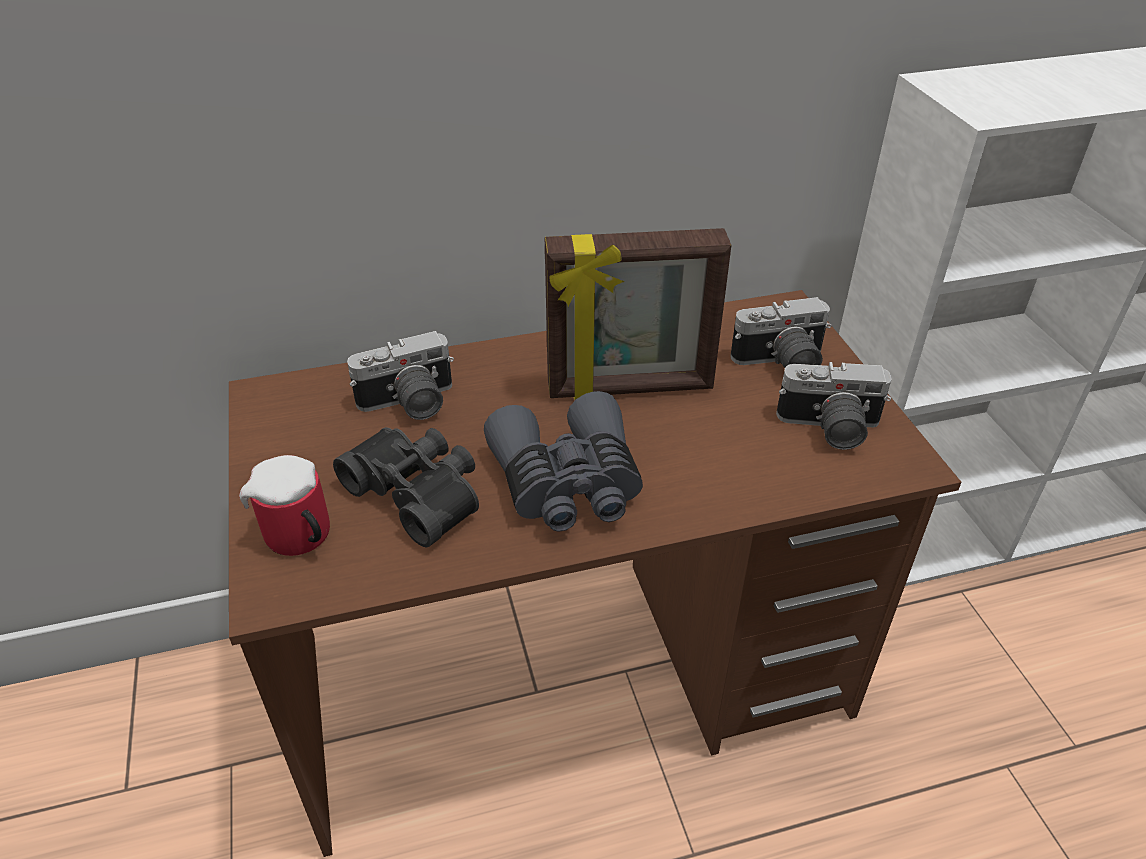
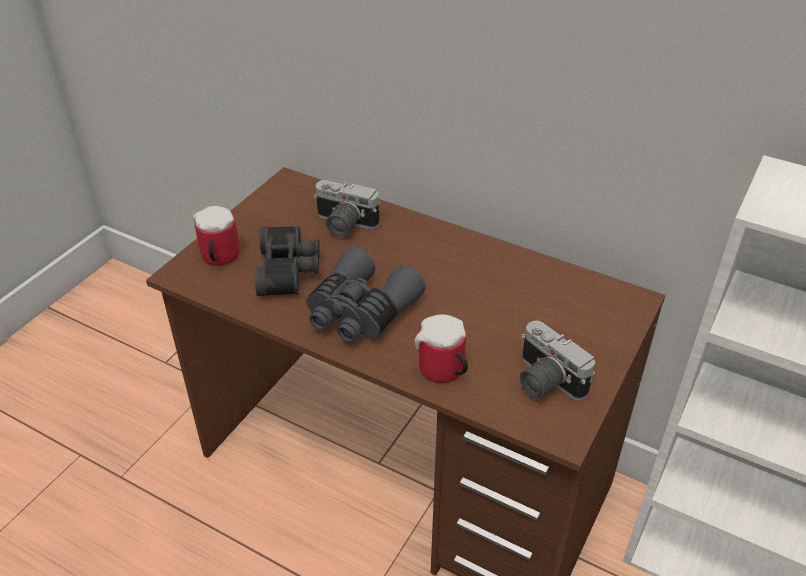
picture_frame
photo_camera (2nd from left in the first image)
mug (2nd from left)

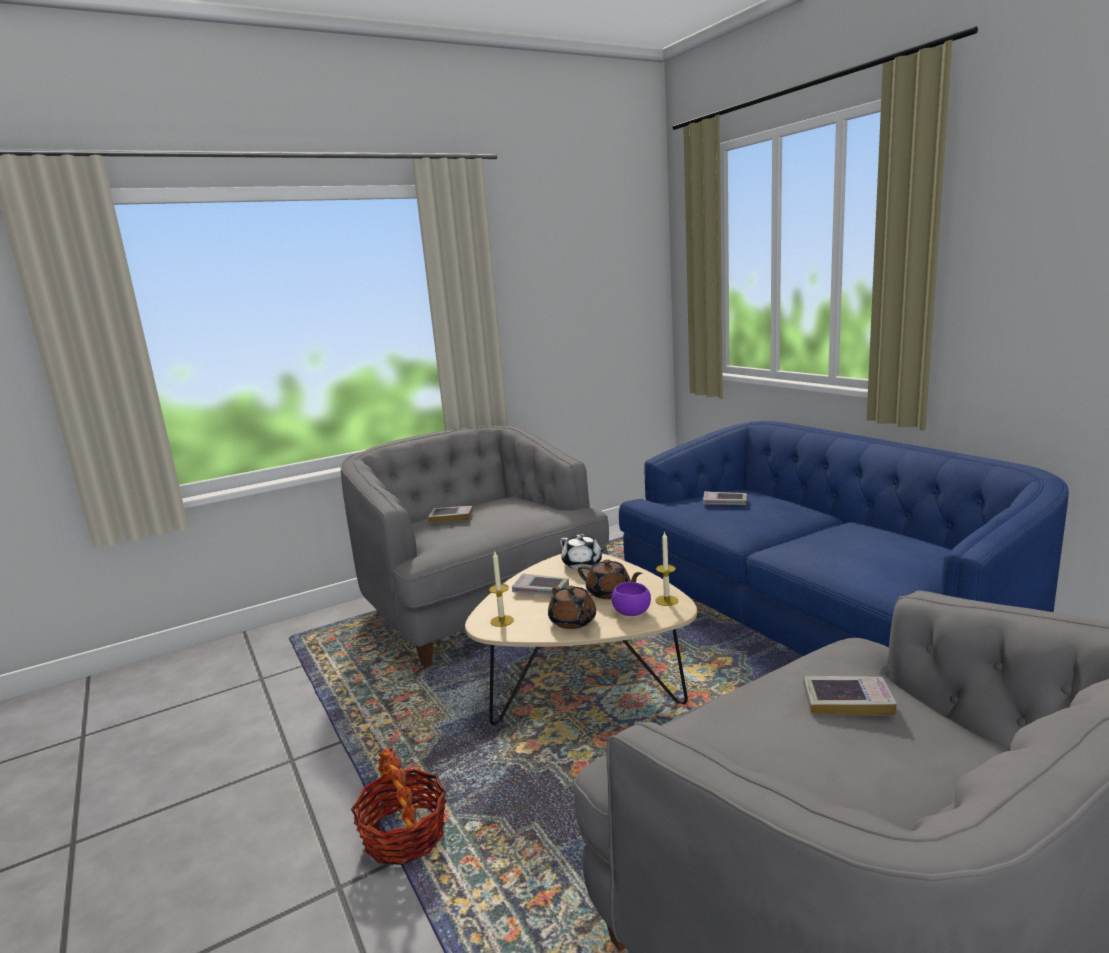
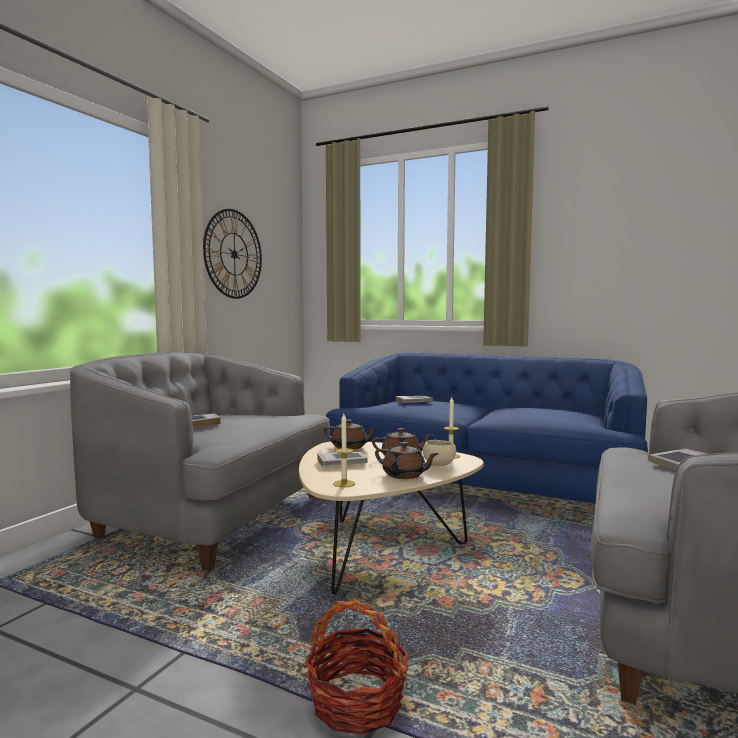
brown_teapot (1st from left)
beige_bowl
wall_clock

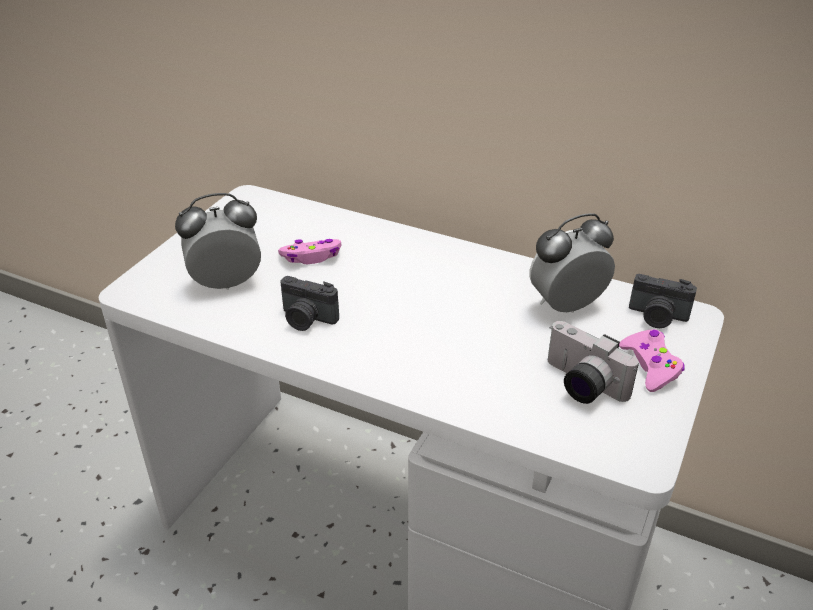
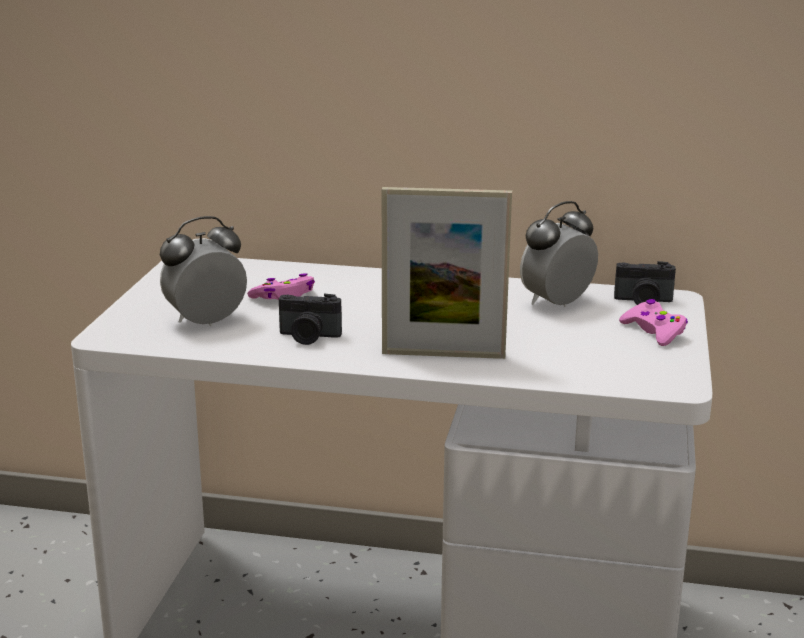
photo_camera (2nd from left in the first image)
picture_frame

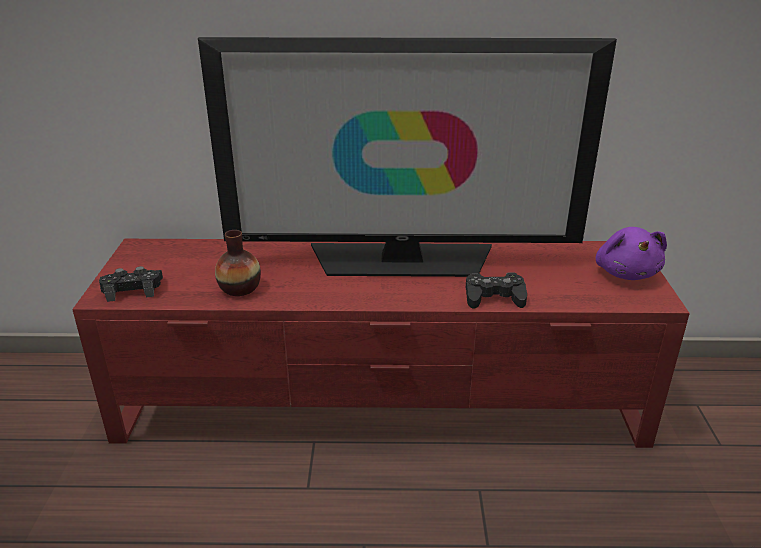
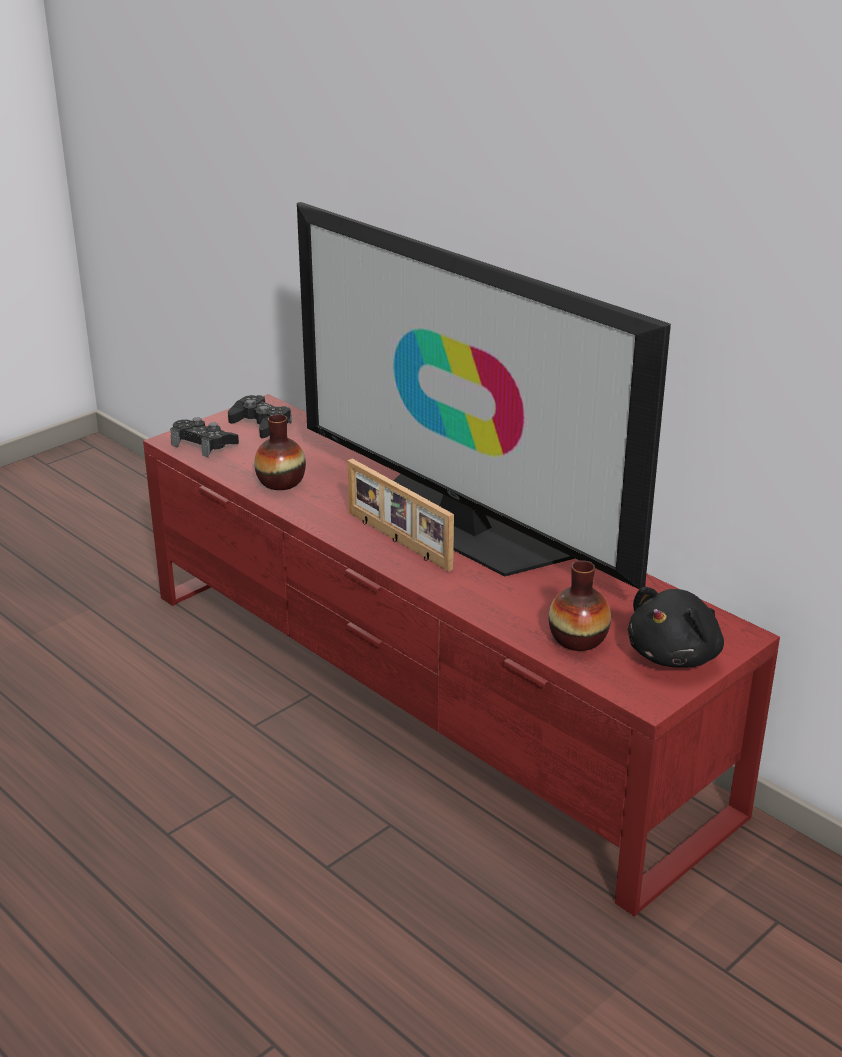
black_game_controller (2nd from left)
black_plush_toy
picture_frame
vase (2nd from left)

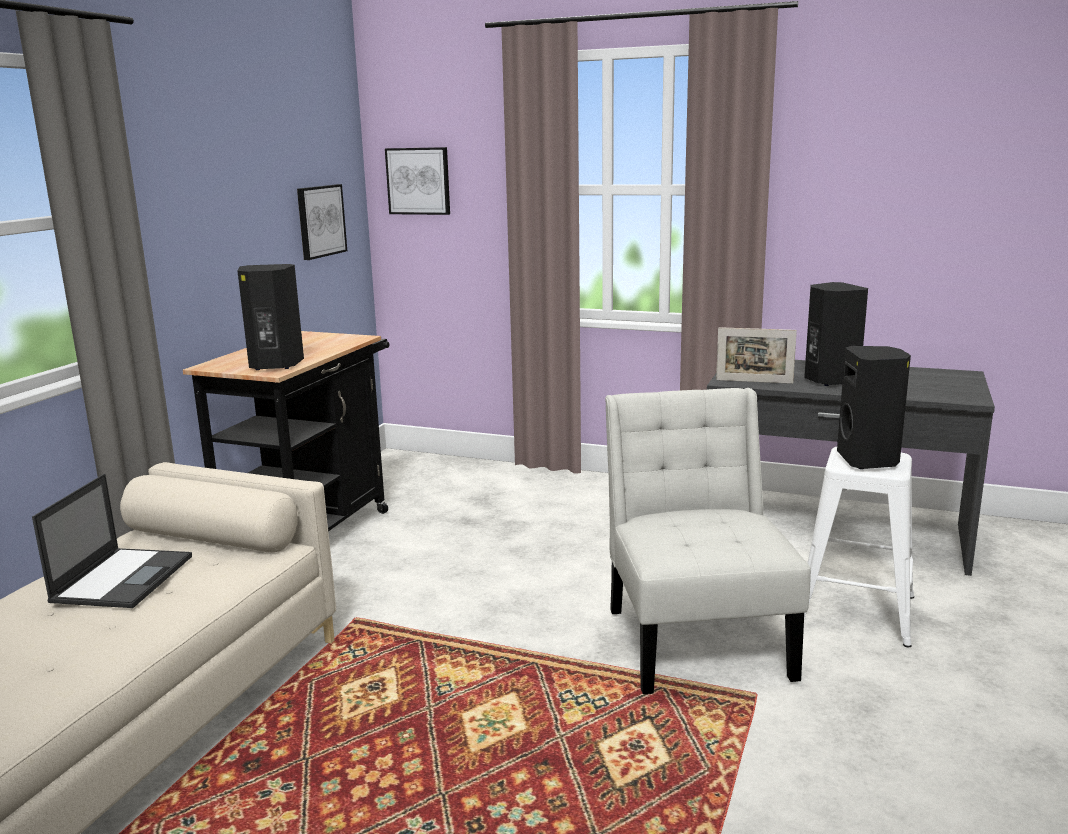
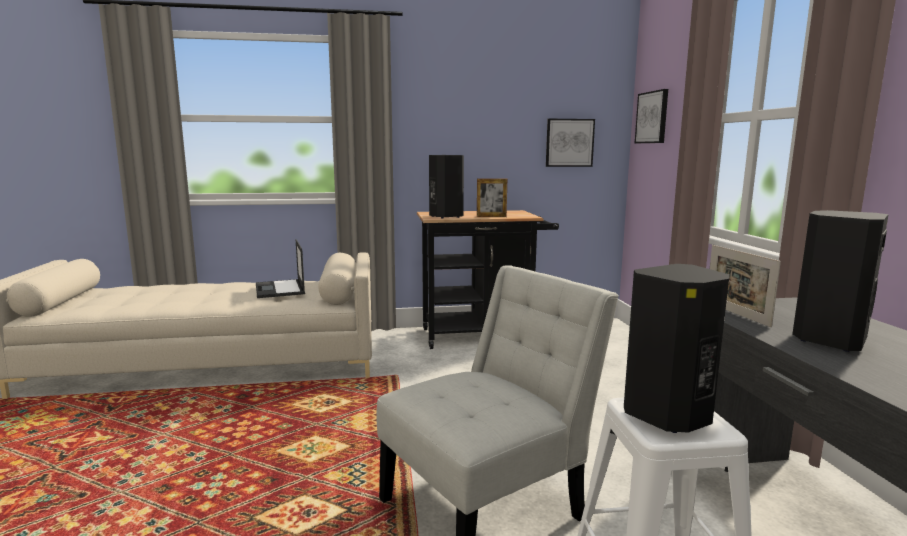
laptop
picture_frame (1st from left)

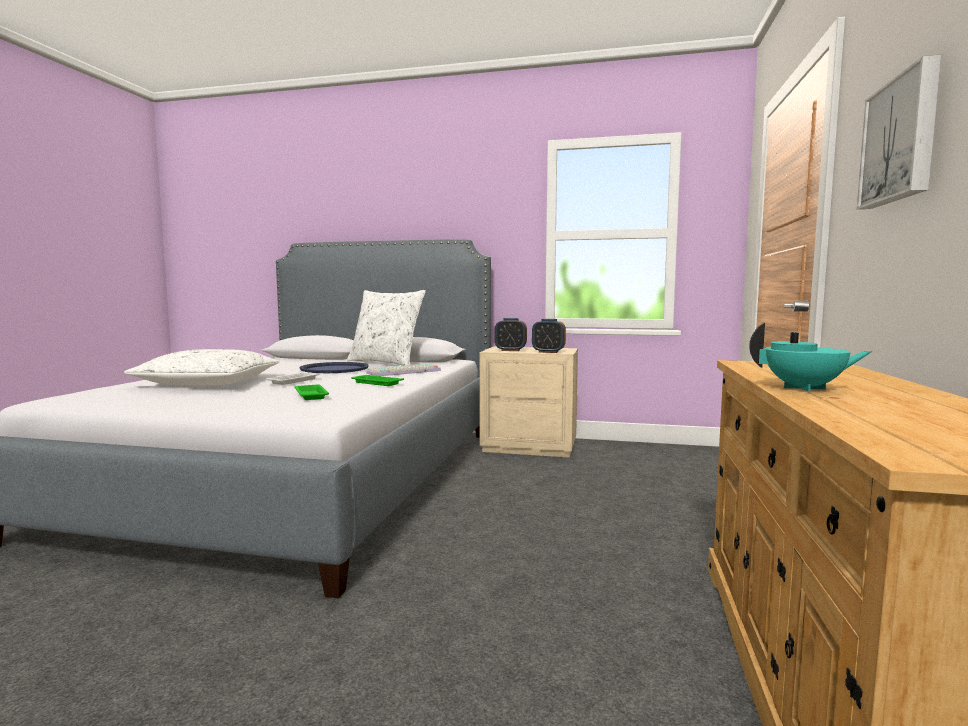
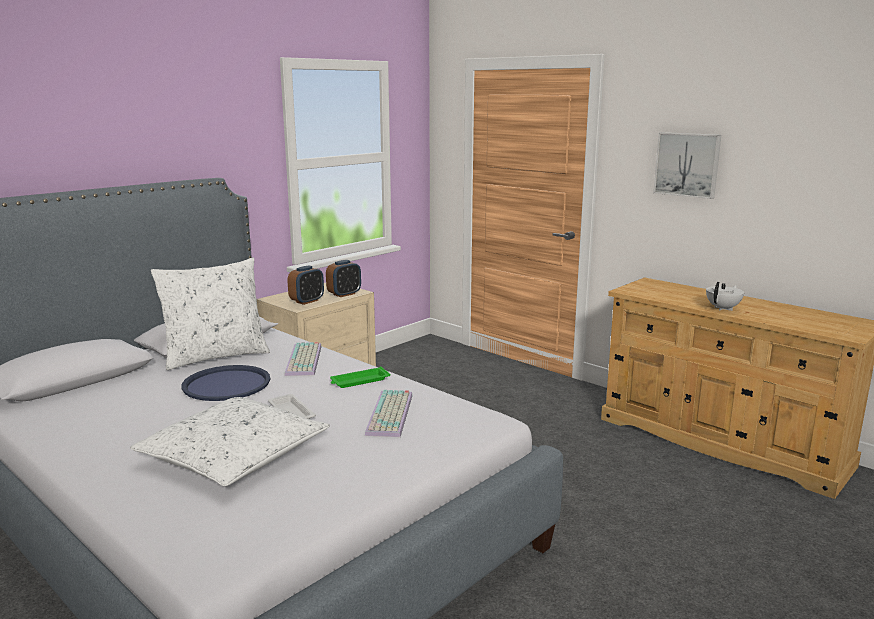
keyboard (2nd from left)
white_teapot

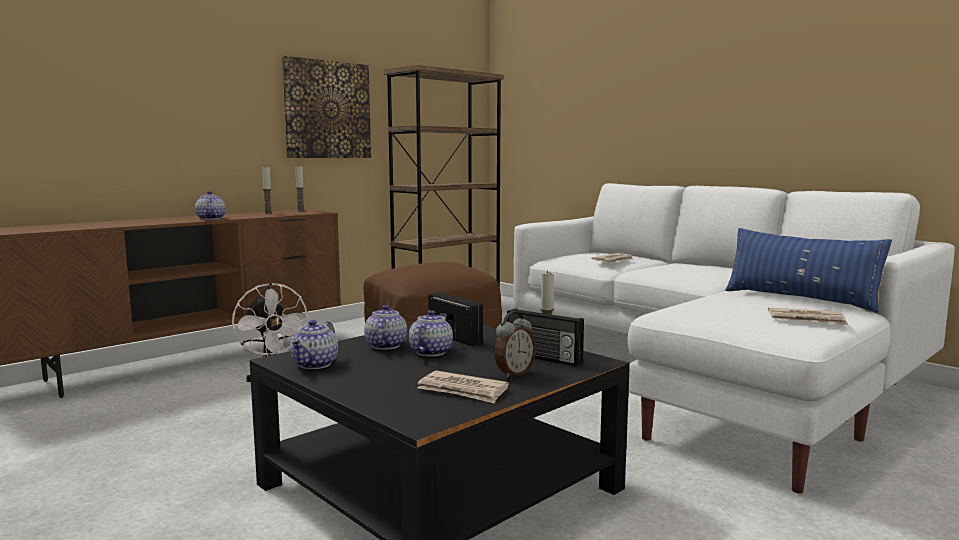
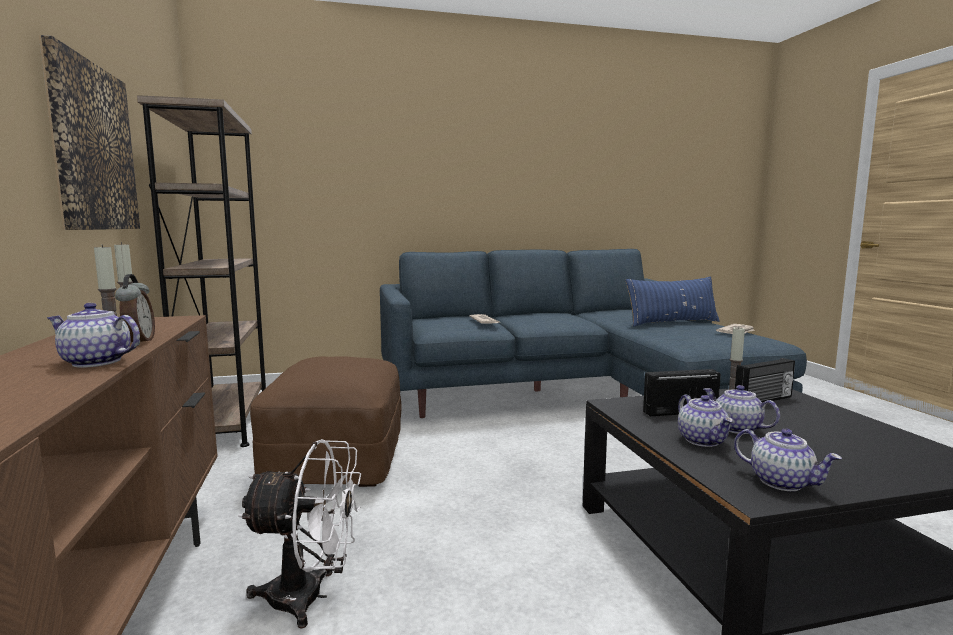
teapot (2nd from left)
newspaper (1st from left in the first image)
alarm_clock
blue_sofa

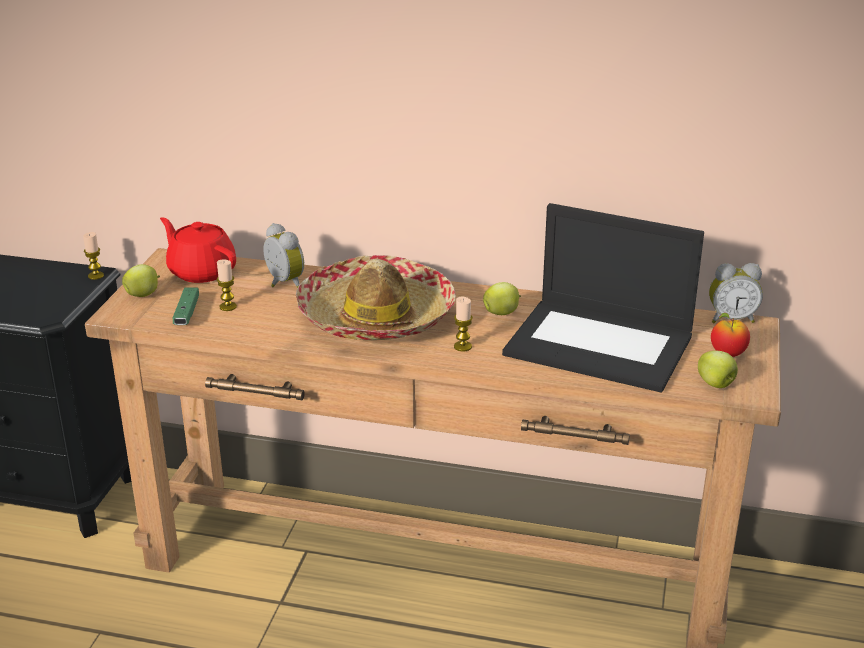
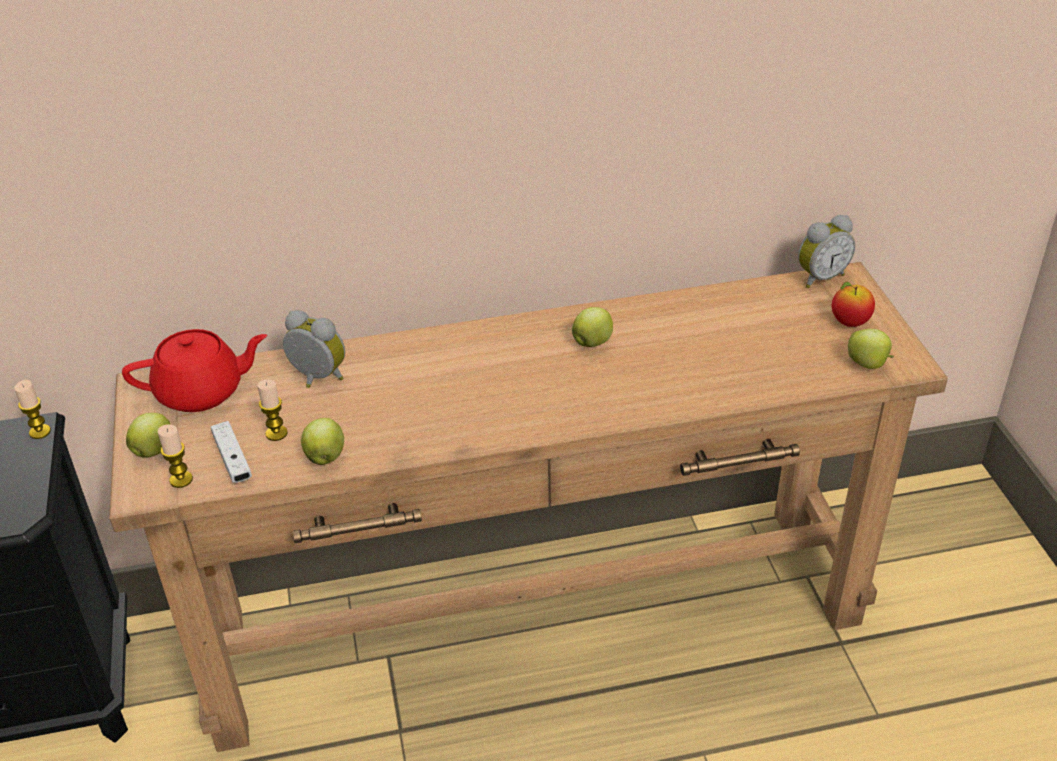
red_teapot
white_game_controller
hat
candle (2nd from left)
laptop
apple (2nd from left)

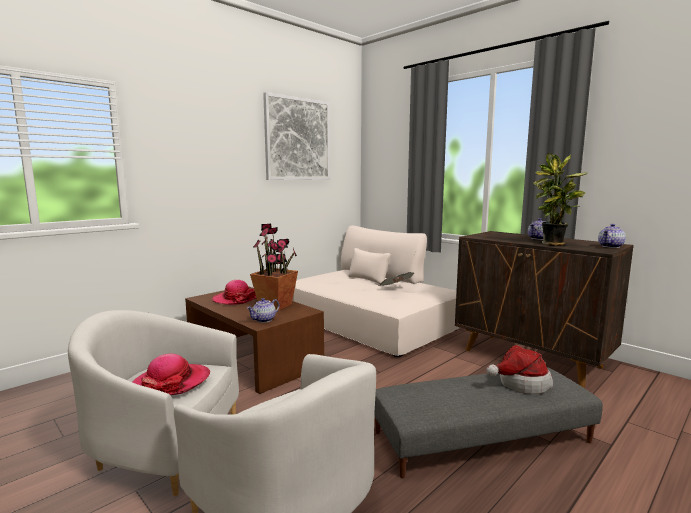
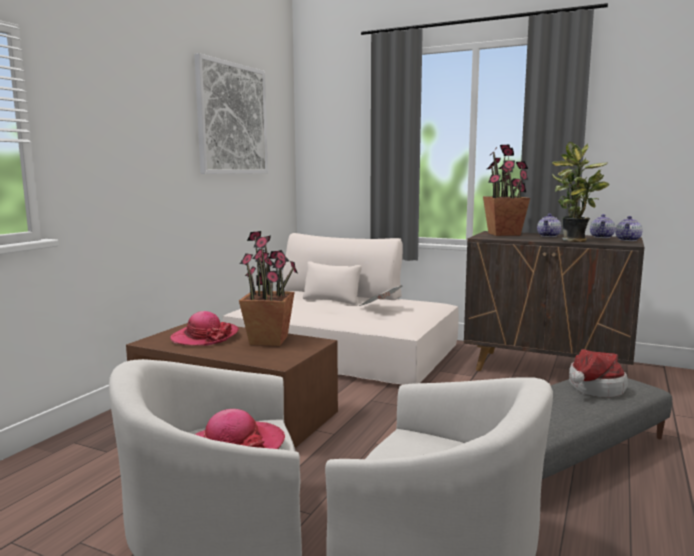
teapot (2nd from left)
potted_plant (2nd from left)

